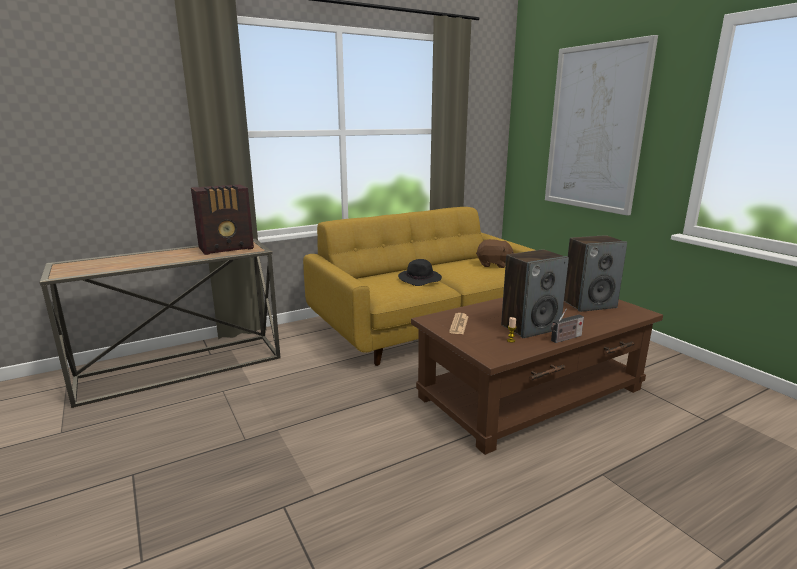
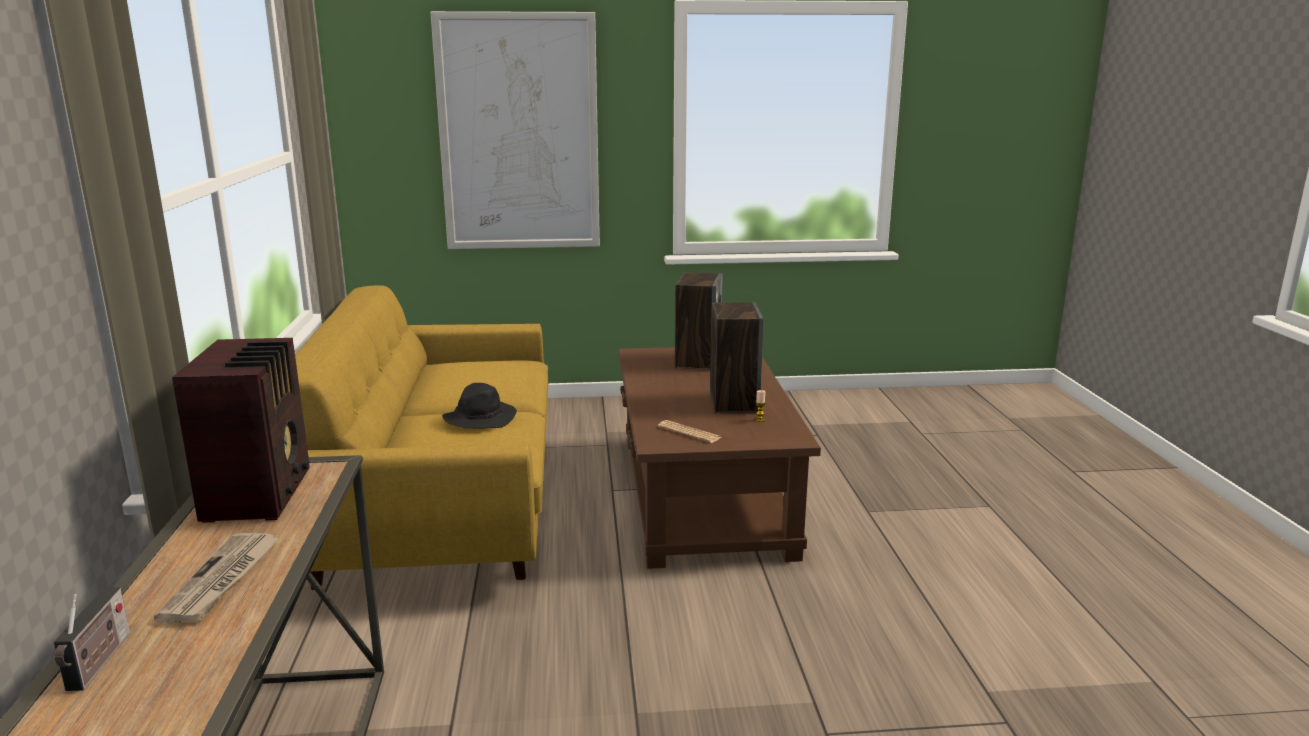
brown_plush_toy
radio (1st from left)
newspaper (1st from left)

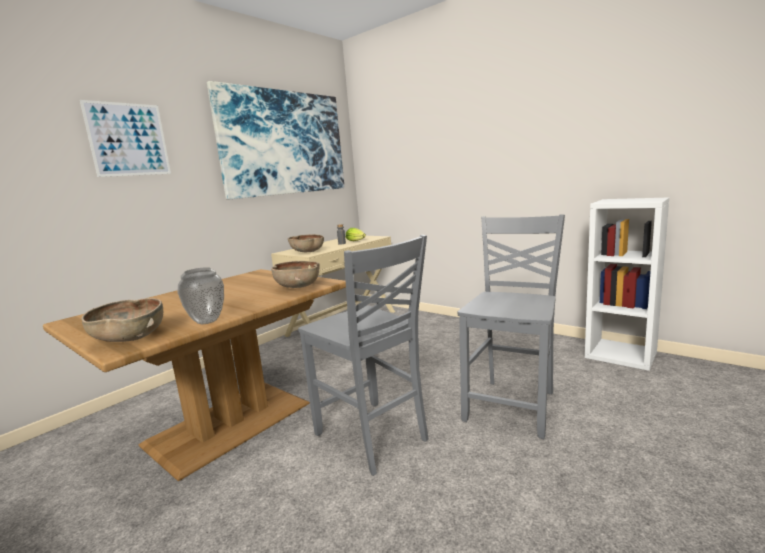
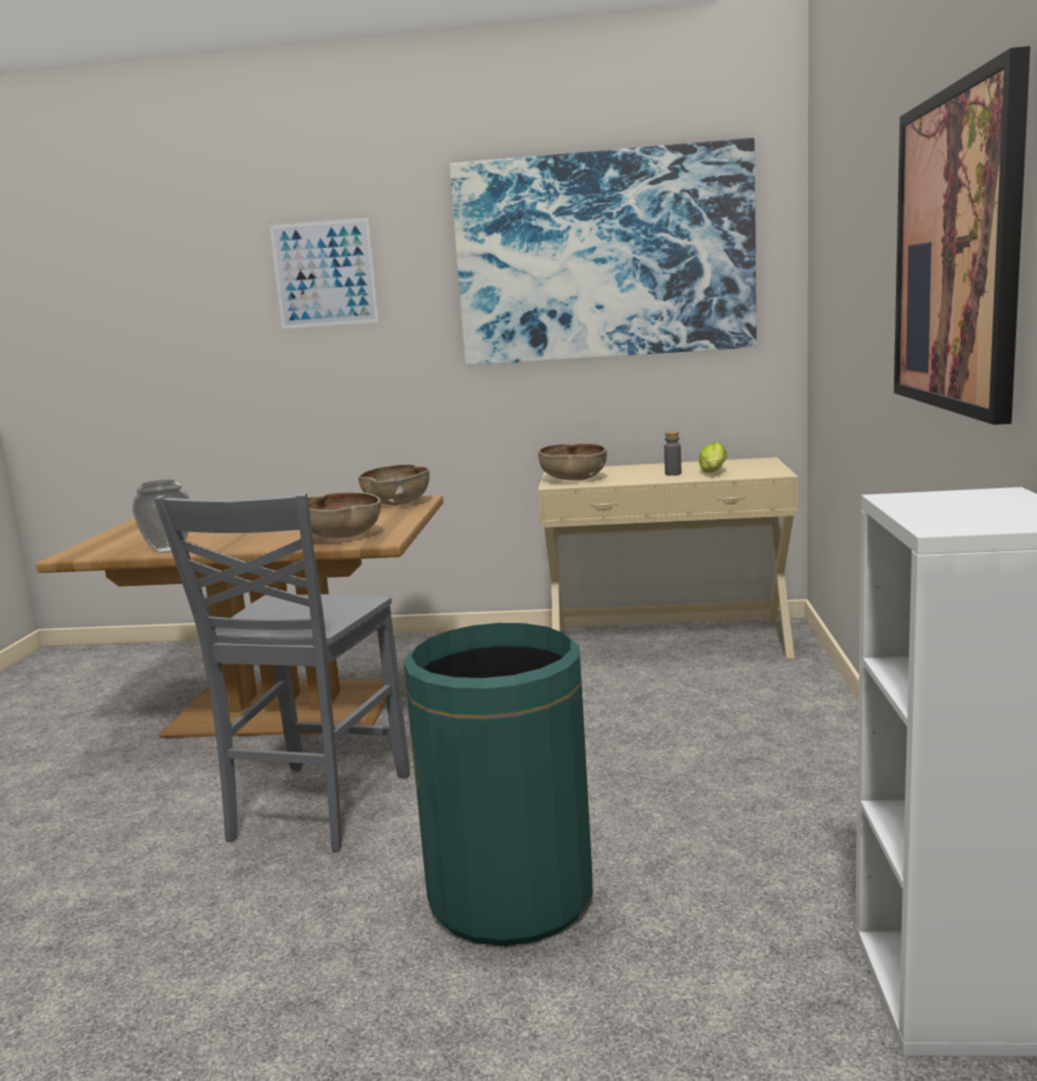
brown_bowl (2nd from left)
green_trash_can
picture (3rd from left)

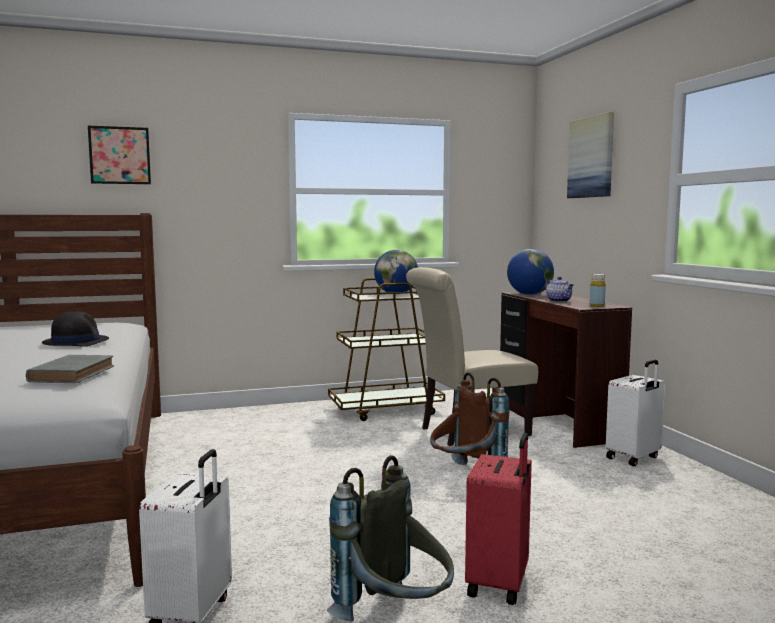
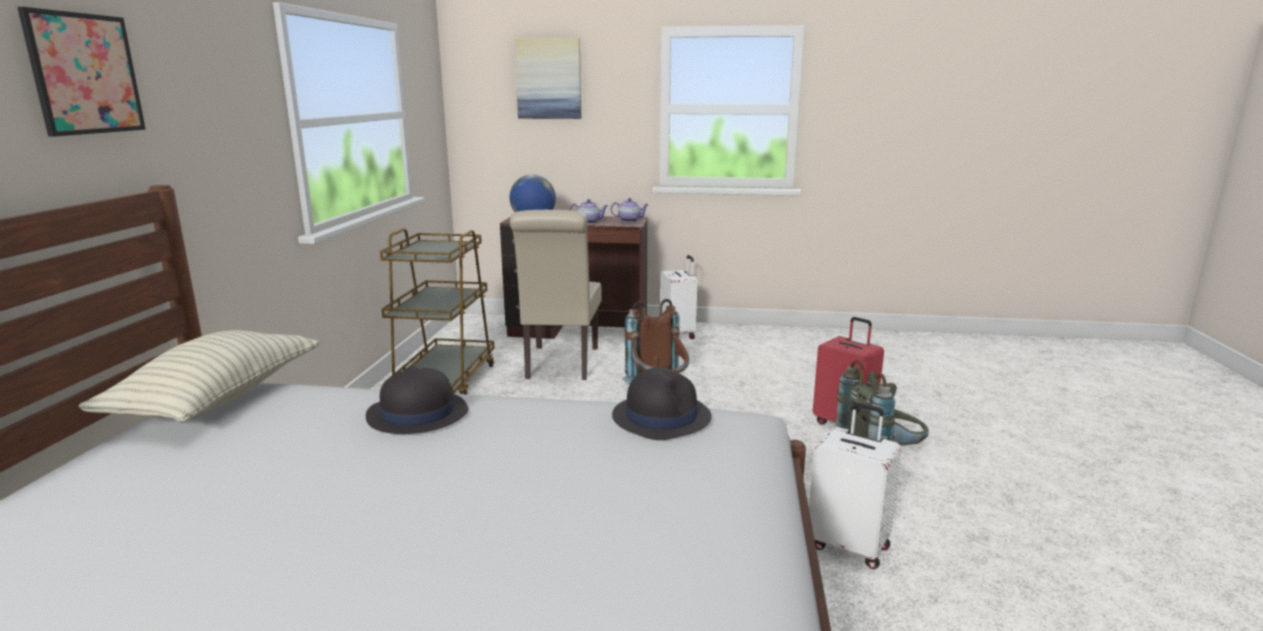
black_hat (2nd from left)
globe (1st from left in the first image)
teapot (2nd from left)
pillow

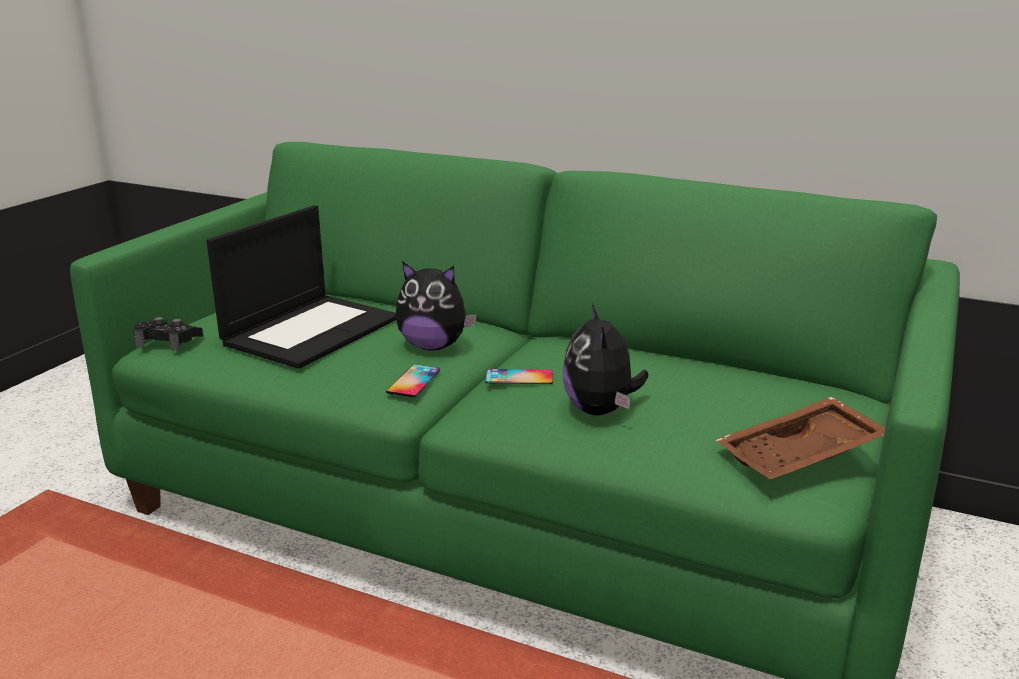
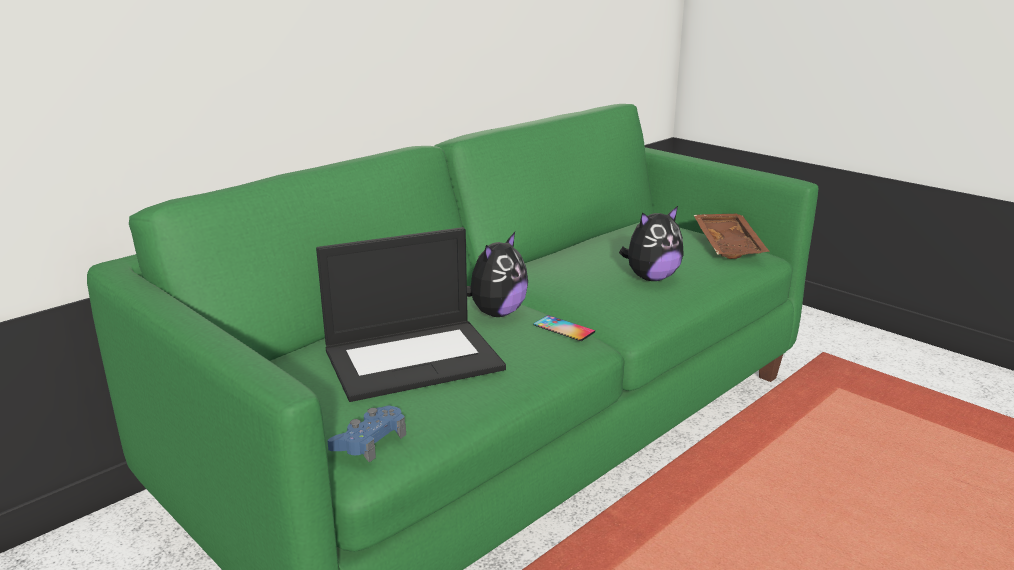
blue_game_controller
laptop
phone (2nd from left in the first image)
plush_toy (2nd from left)

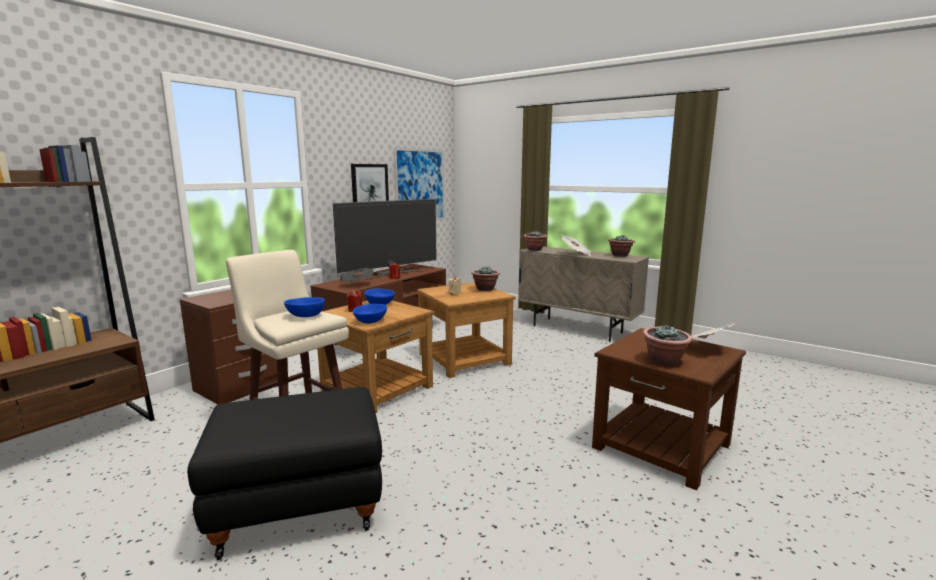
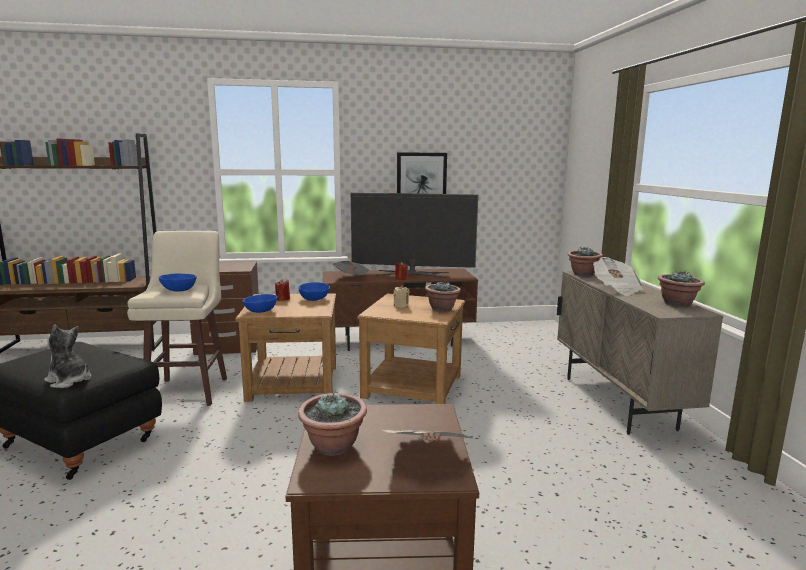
picture (2nd from left in the first image)
plush_toy

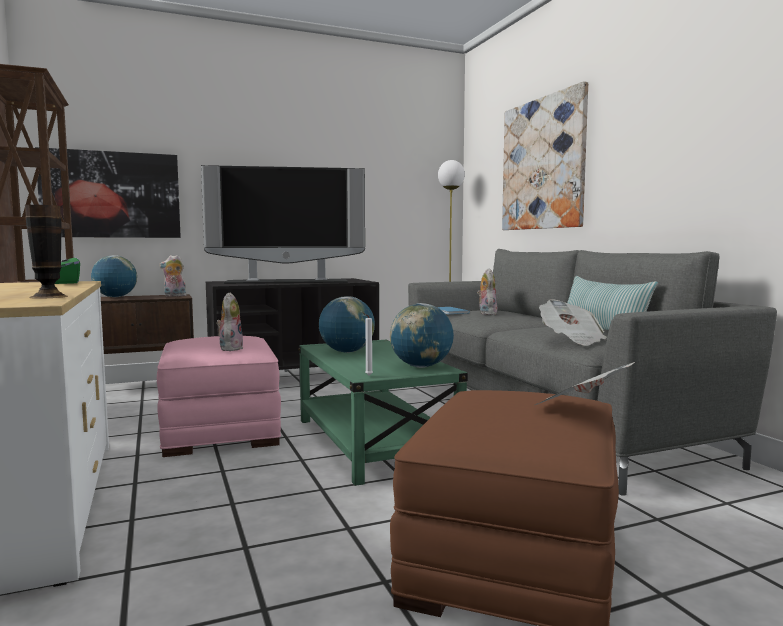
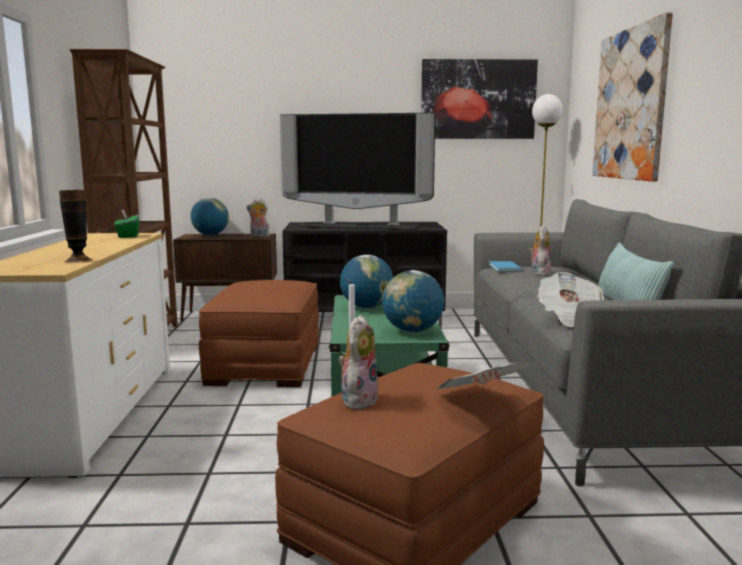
picture (1st from left)
brown_ottoman (1st from left)
plush_toy (2nd from left)

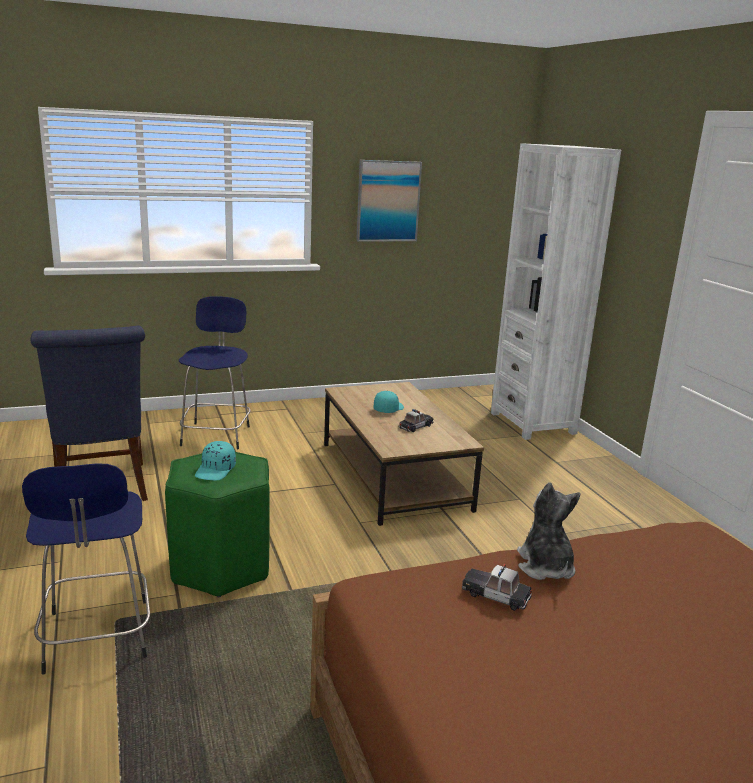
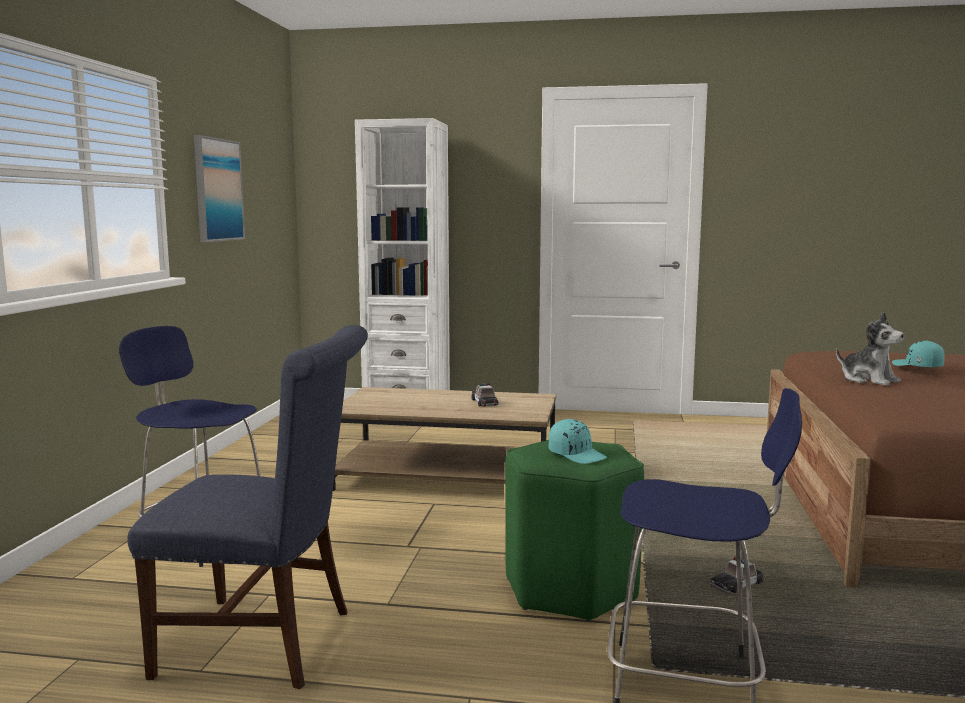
turquoise_cap (2nd from left)
toy_car (2nd from left)
plush_toy

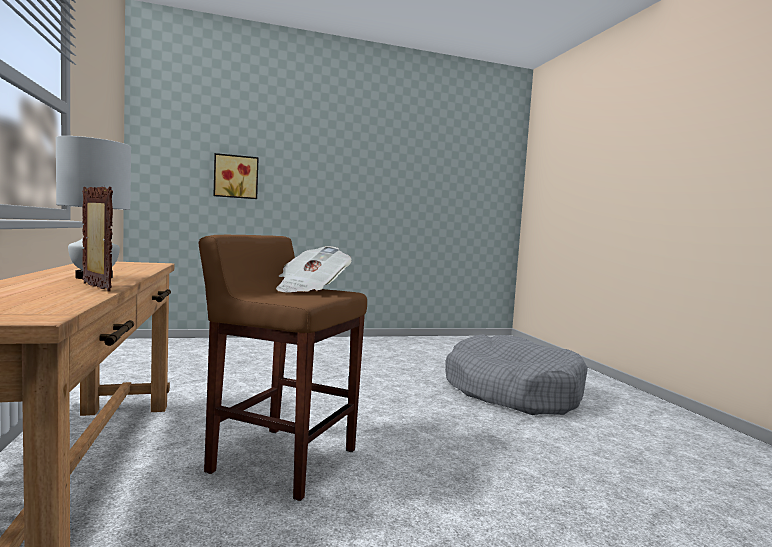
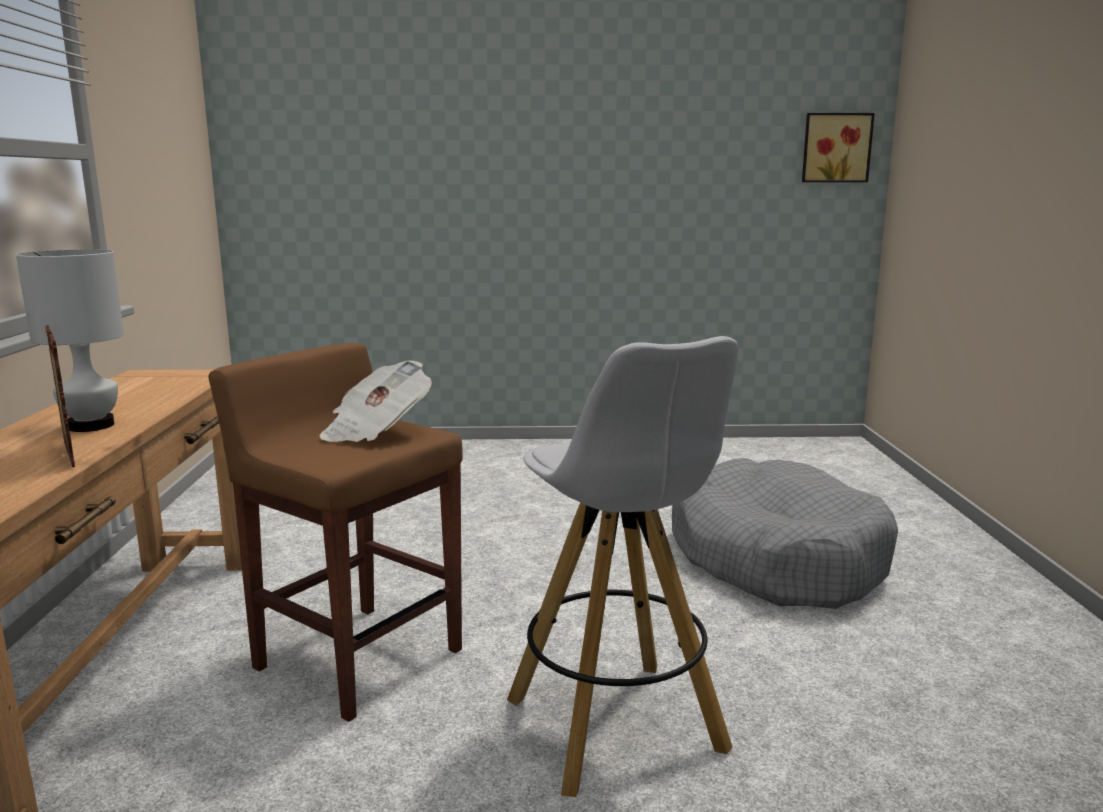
picture
white_stool

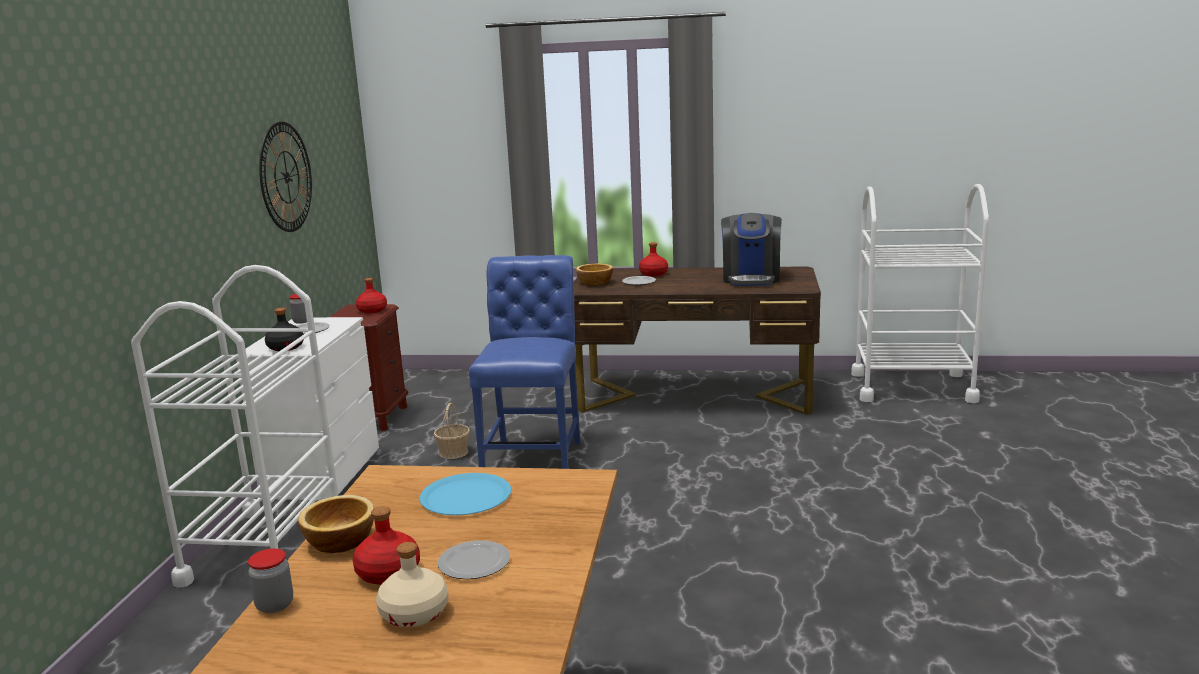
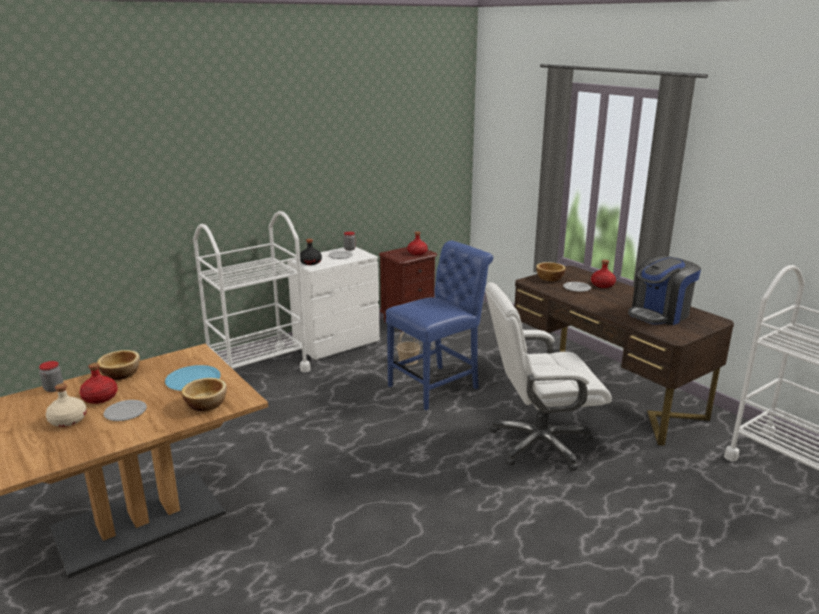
wall_clock
bowl (2nd from left)
white_office_chair

